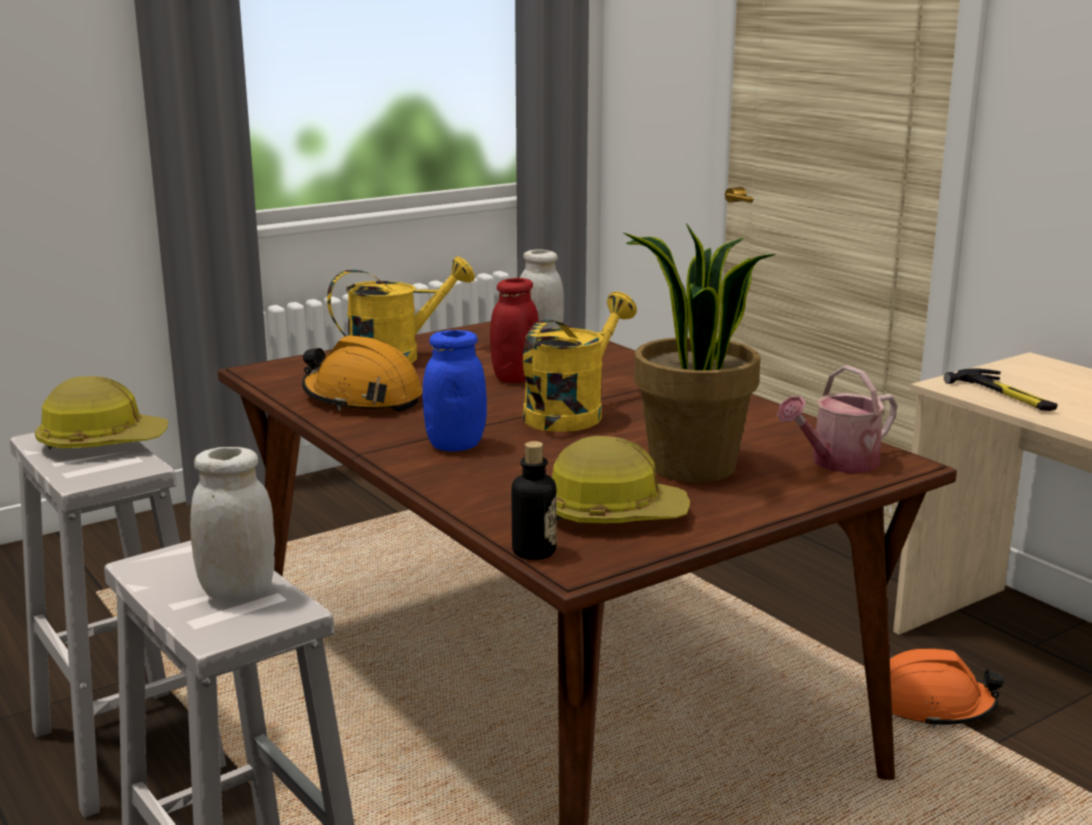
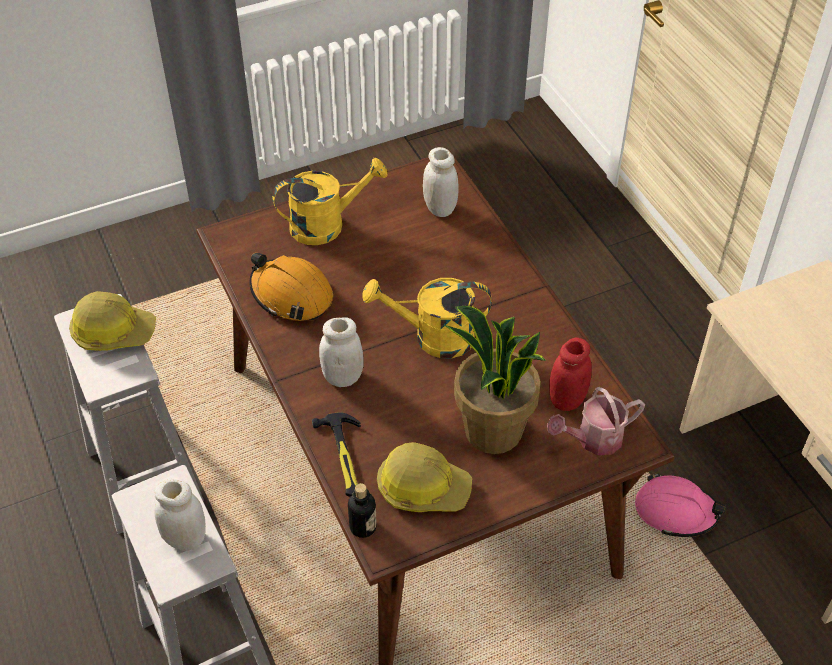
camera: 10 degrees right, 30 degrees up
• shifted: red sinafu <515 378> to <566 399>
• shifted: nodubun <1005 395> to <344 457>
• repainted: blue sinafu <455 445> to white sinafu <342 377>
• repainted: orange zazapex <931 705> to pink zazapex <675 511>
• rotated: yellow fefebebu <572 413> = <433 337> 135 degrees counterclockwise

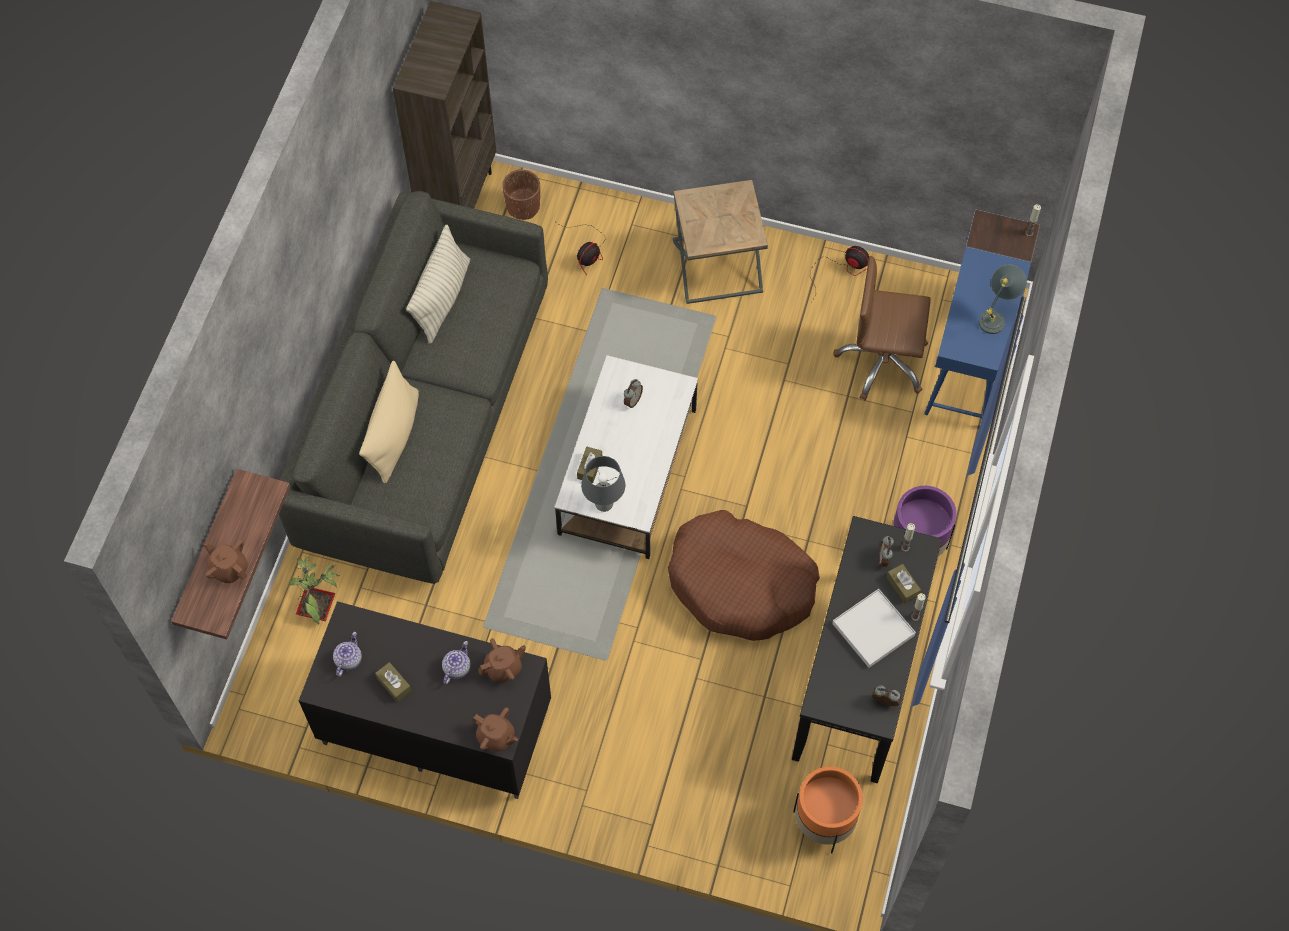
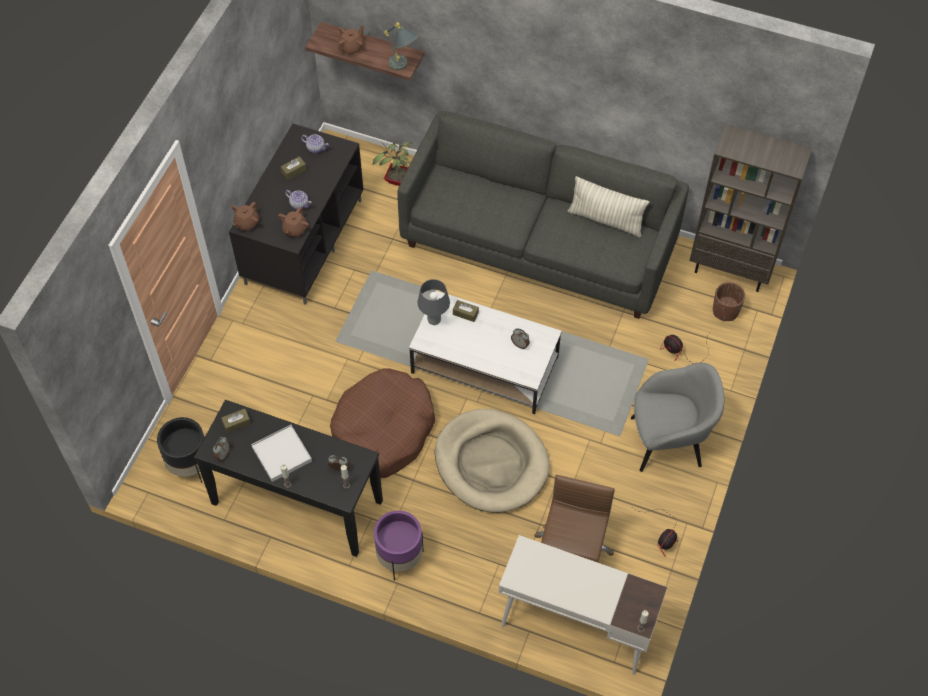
camera: 95 degrees right, 5 degrees down
• gone: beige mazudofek <394 435>
• new: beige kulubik <491 463>
• shifted: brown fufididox <902 586> to <236 423>
• shifted: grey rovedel <996 316> to <403 66>
• swapped: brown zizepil <717 266> to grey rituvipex <668 441>
• repainted: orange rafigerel <824 822> to black rafigerel <190 465>
• repainted: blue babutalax <971 354> to white babutalax <574 626>
• rotated: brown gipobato <503 668> = <295 230> 45 degrees clockwise

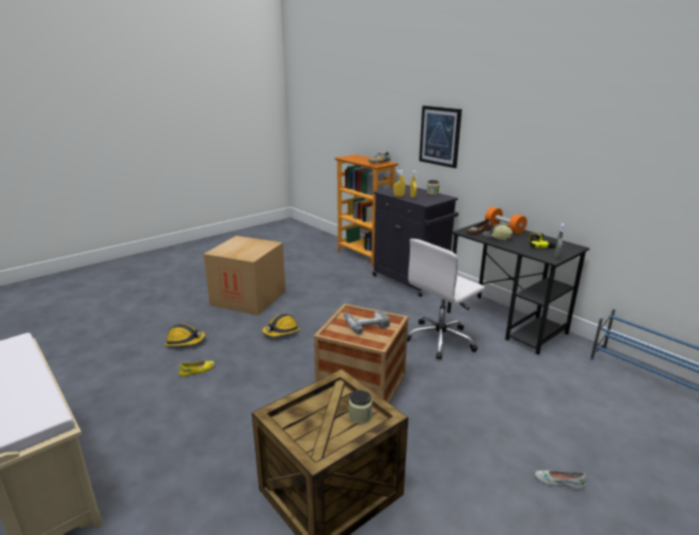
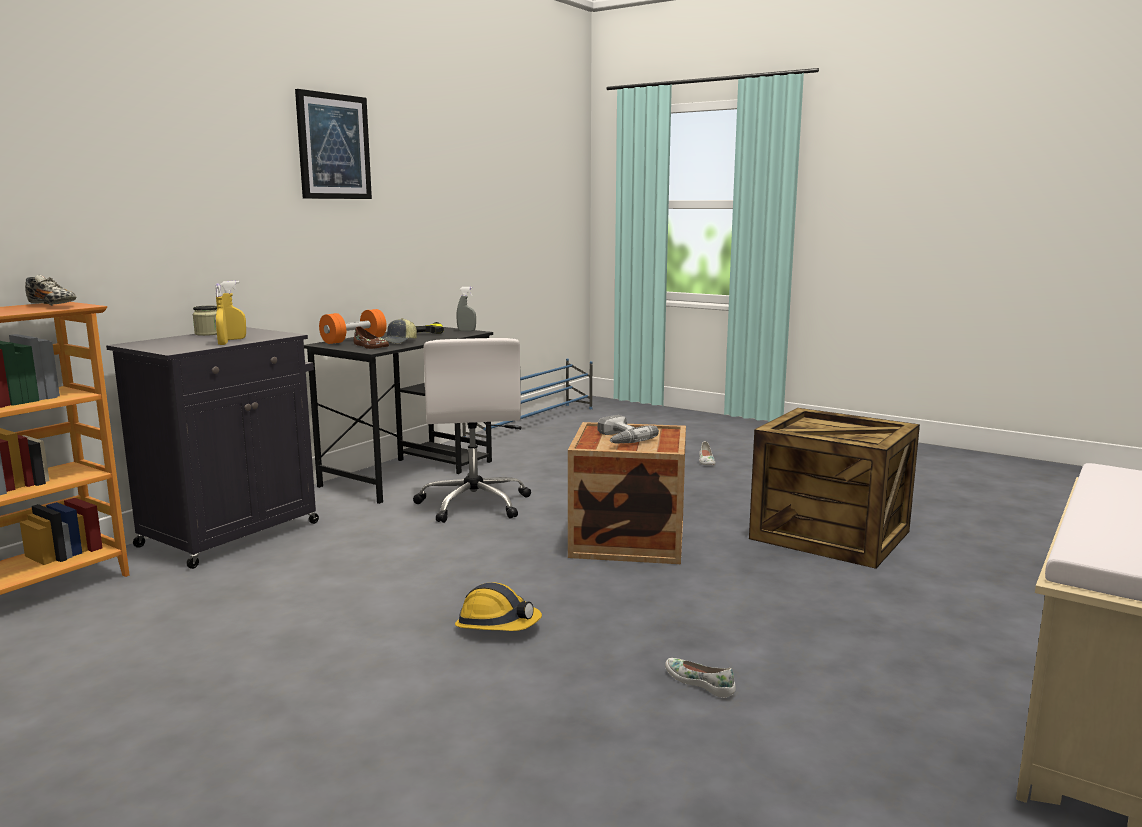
camera: 105 degrees left, 10 degrees down
• gone: zazapex <185 341>
• gone: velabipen <248 298>
• gone: sinafu <360 416>
• shifted: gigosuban <440 136> to <333 147>
• repainted: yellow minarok <197 370> to white minarok <700 682>
• rotated: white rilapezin <441 340> = <474 504> 45 degrees clockwise

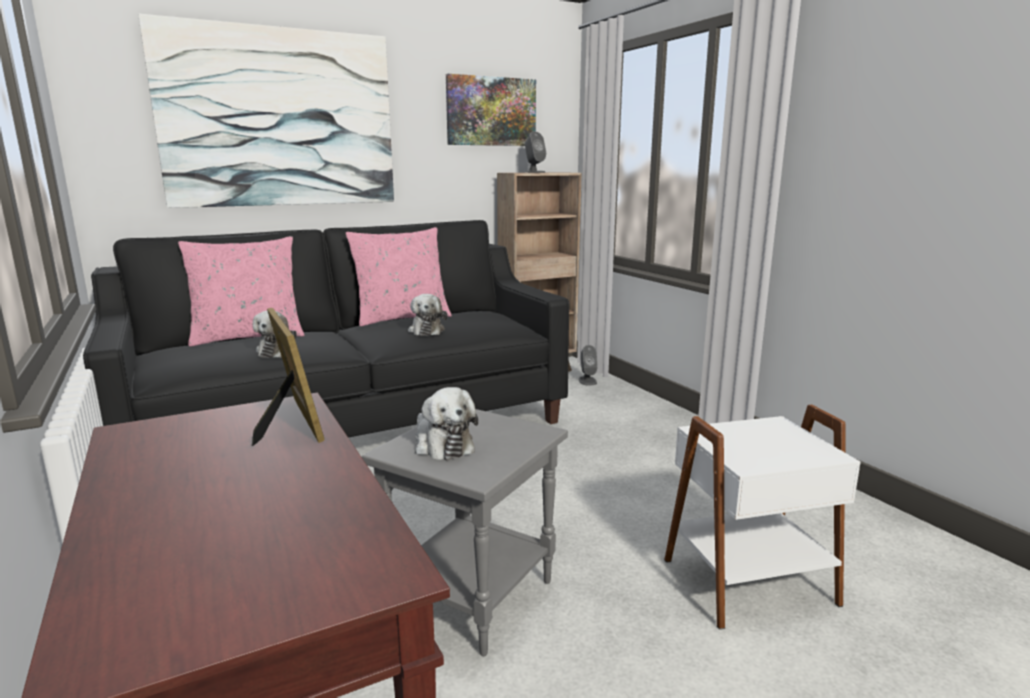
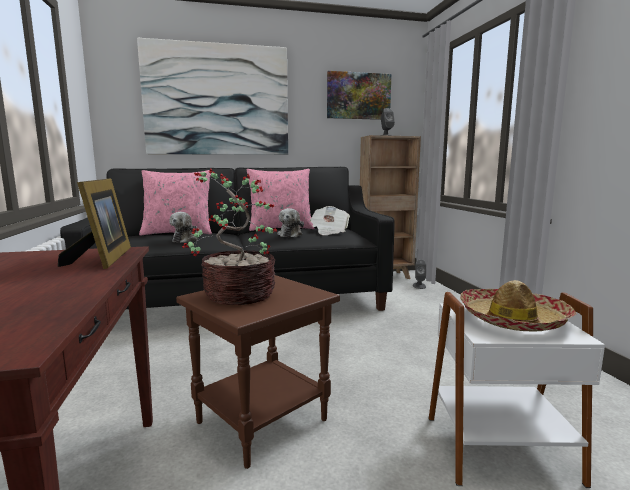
camera: 15 degrees right, 5 degrees down
• new: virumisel <329 232>
• new: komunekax <513 320>
• swapped: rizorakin <442 444> to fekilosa <237 295>
• repainted: grey zizepil <471 594> to brown zizepil <262 419>

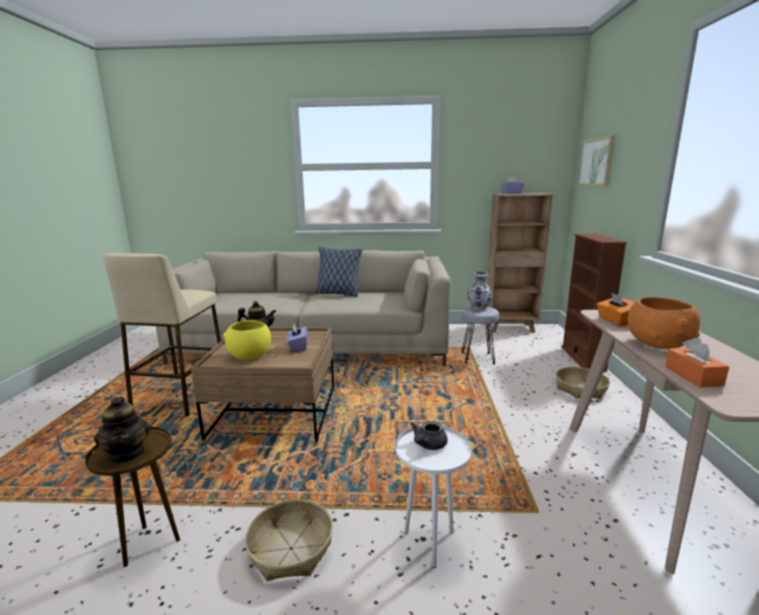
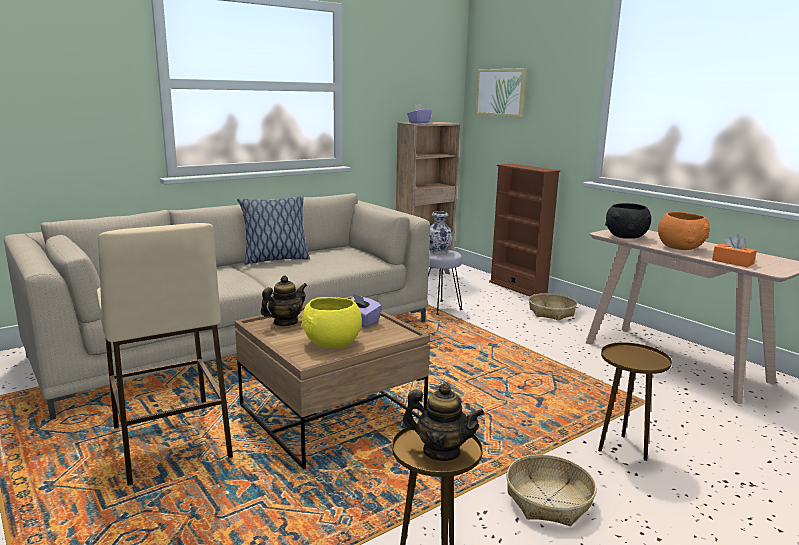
camera: 40 degrees left, 0 degrees up
• gone: grey gipobato <428 445>
• swapped: orange fufididox <615 321> to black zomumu <626 237>
• repainted: white zizepil <430 543> to brown zizepil <622 448>

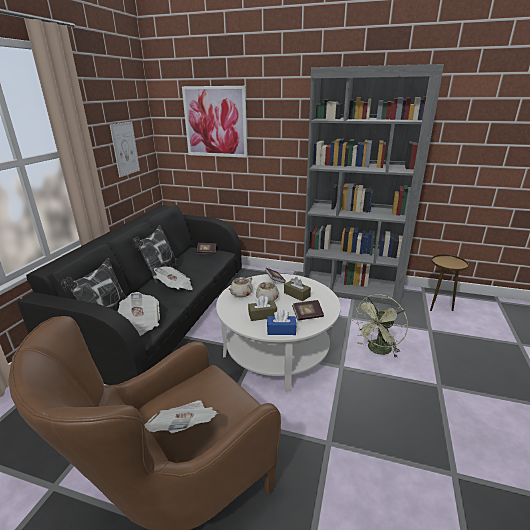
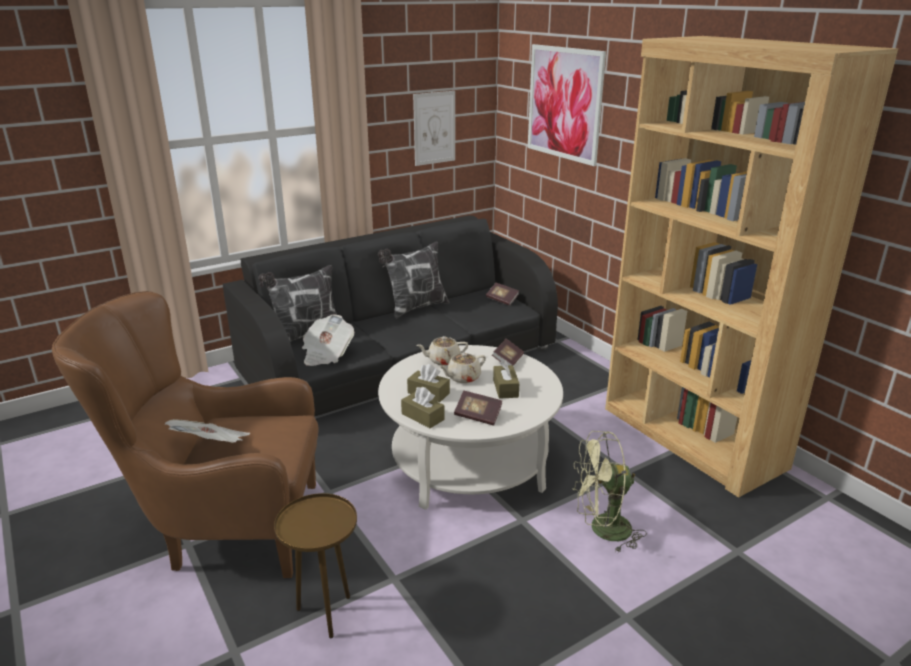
camera: 40 degrees right, 0 degrees up
• gone: virumisel <175 287>
• shifted: brown zizepil <439 307> to <326 614>
• repainted: blue fufididox <281 330> to brown fufididox <422 417>
• repainted: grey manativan <351 289> to brown manativan <691 438>

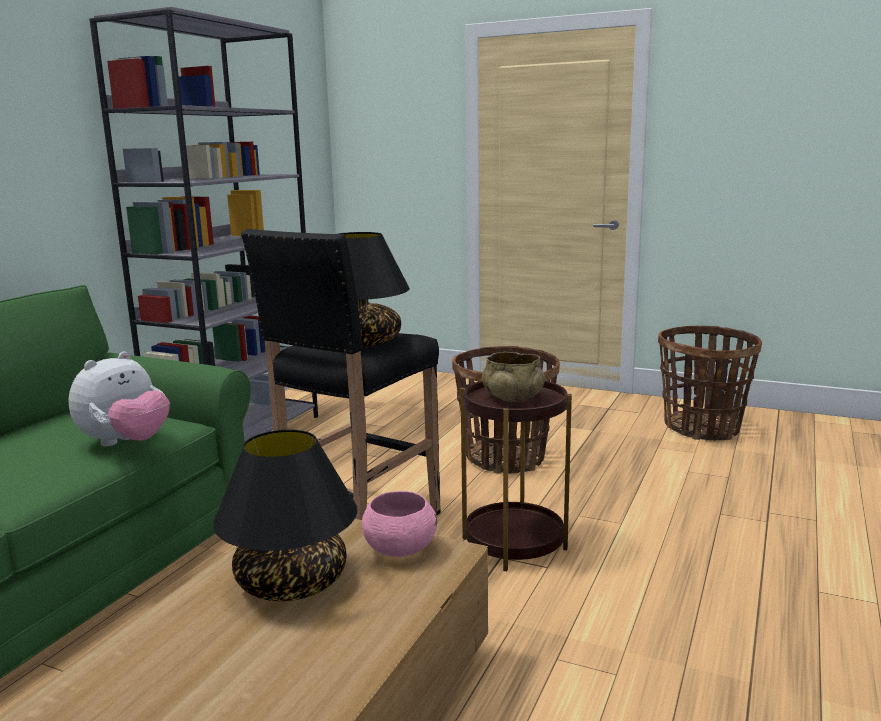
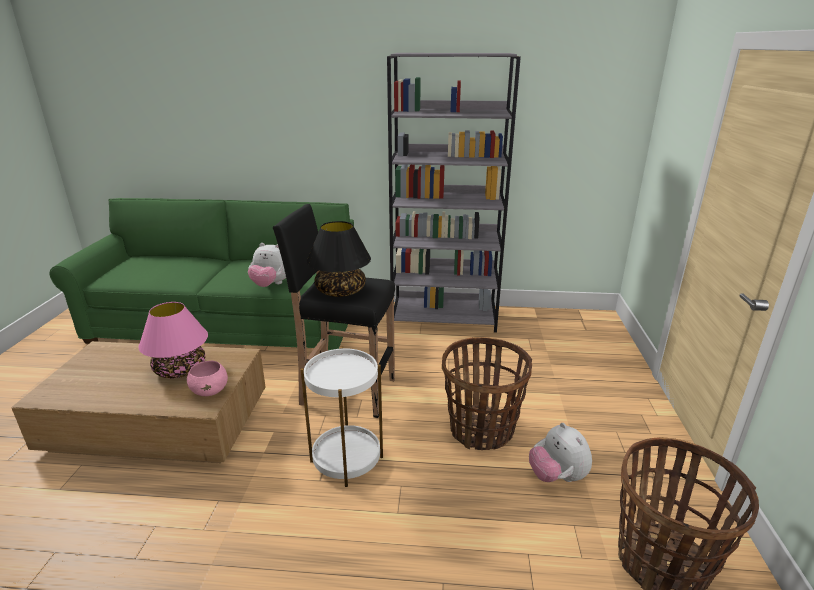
camera: 70 degrees right, 10 degrees up
• gone: beige zomumu <512 397>
• new: rizorakin <557 476>
• repainted: black rovedel <290 583> to pink rovedel <180 369>
• repainted: brown zizepil <514 543> to white zizepil <347 459>

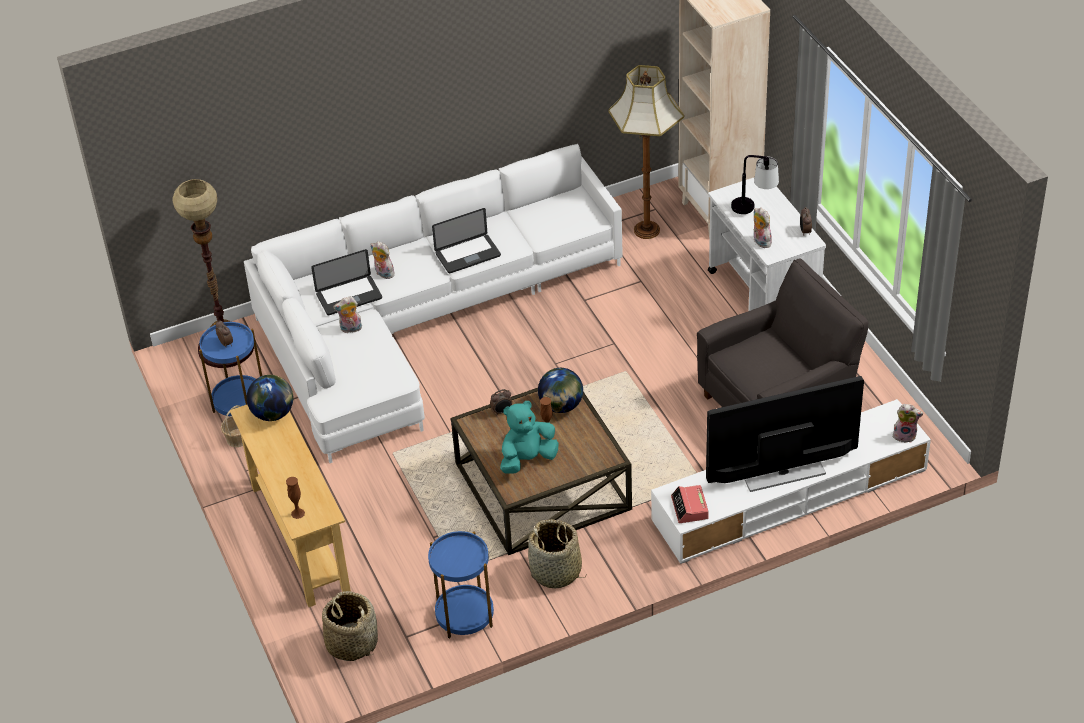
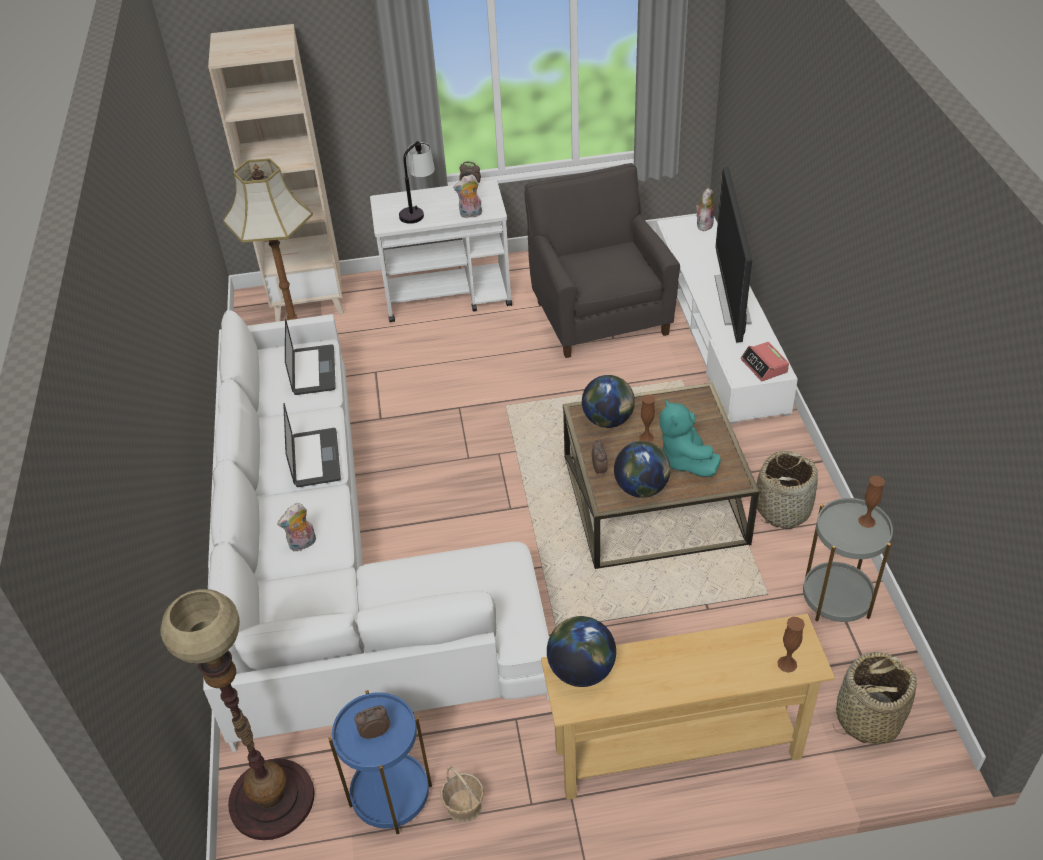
camera: 75 degrees left, 0 degrees up
• gone: rizorakin <350 329>
• new: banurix <641 488>
• new: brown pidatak <866 521>
• shifted: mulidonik <349 296> to <313 371>
• repainted: blue zizepil <464 615> to grey zizepil <837 598>
• rotated: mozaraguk <690 508> = <764 366> 60 degrees clockwise

